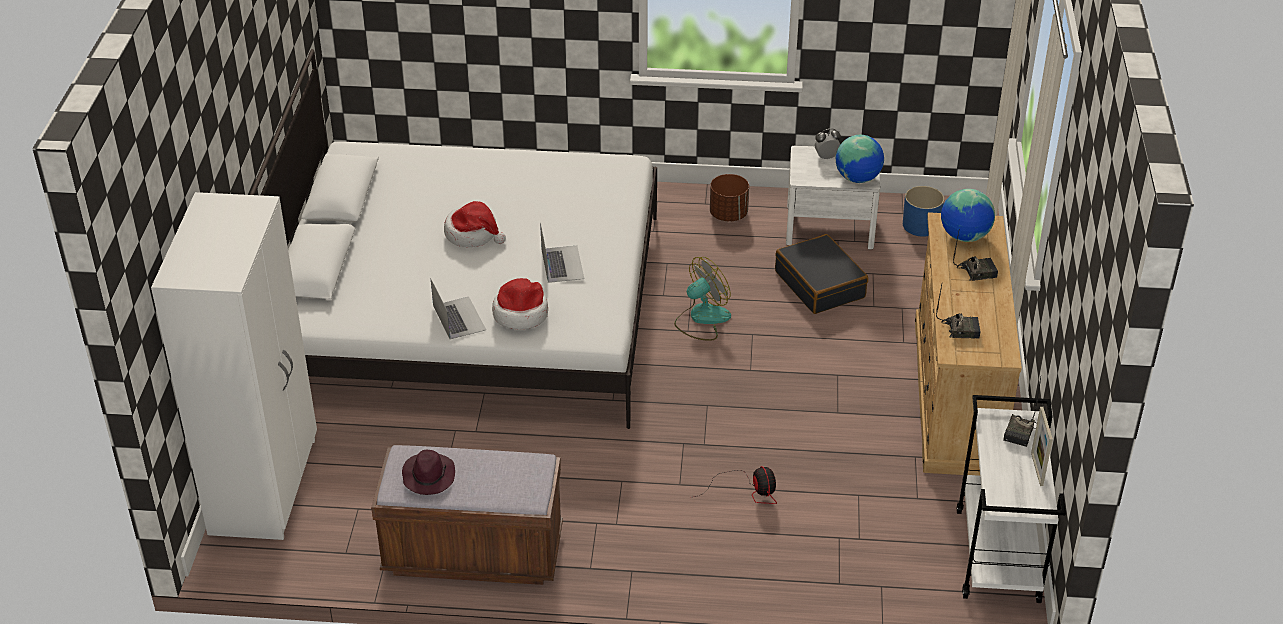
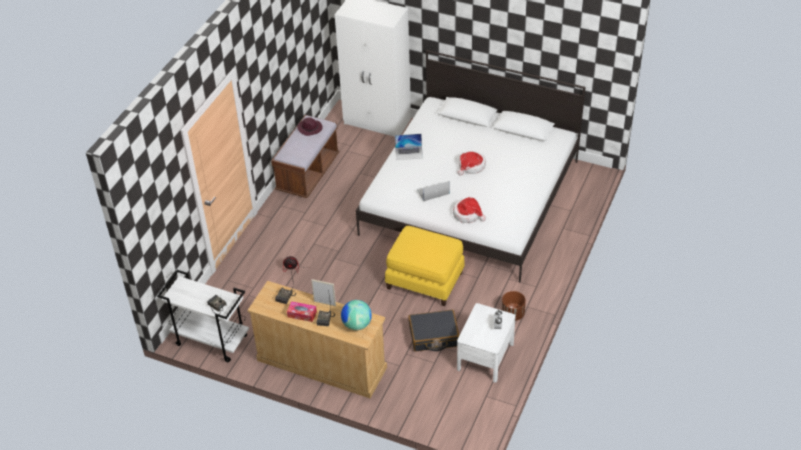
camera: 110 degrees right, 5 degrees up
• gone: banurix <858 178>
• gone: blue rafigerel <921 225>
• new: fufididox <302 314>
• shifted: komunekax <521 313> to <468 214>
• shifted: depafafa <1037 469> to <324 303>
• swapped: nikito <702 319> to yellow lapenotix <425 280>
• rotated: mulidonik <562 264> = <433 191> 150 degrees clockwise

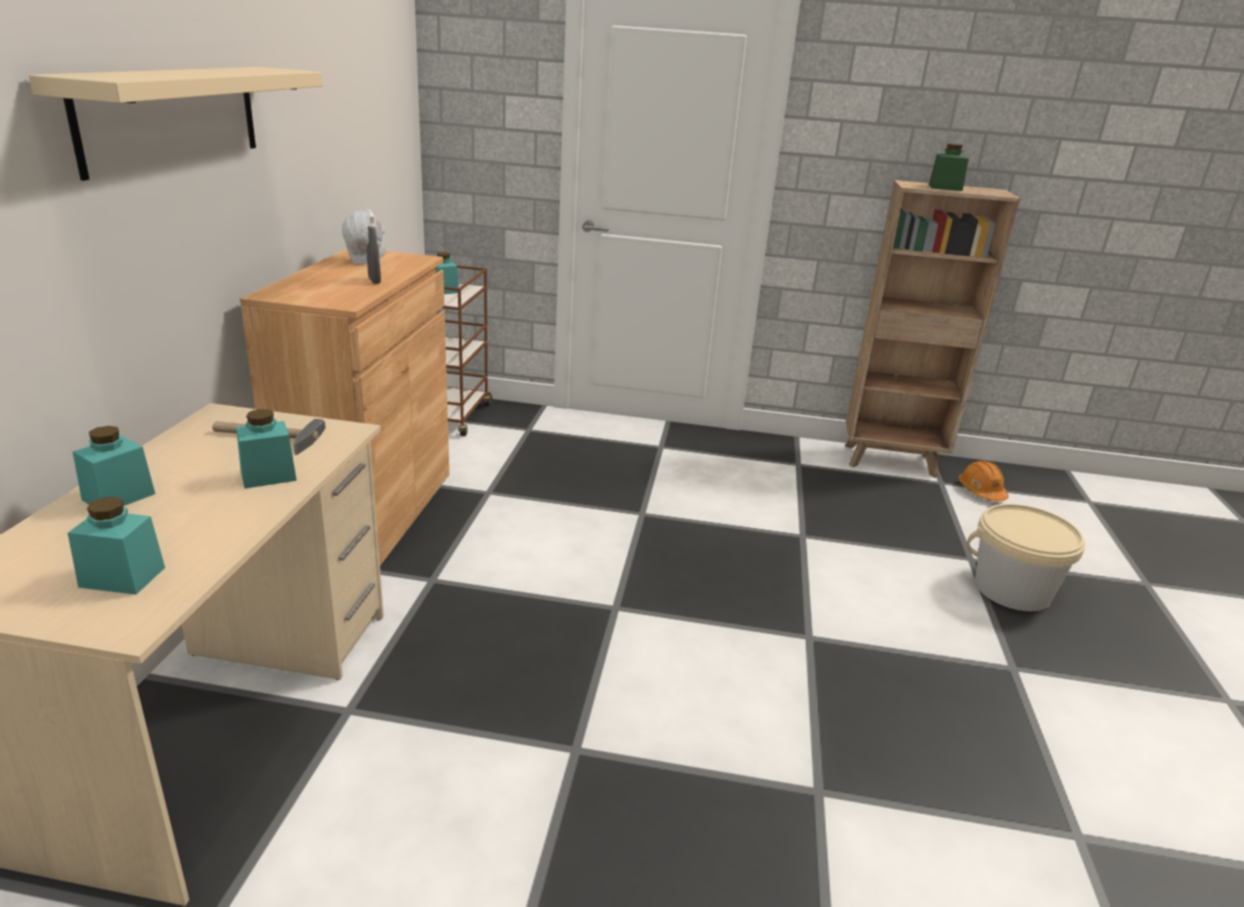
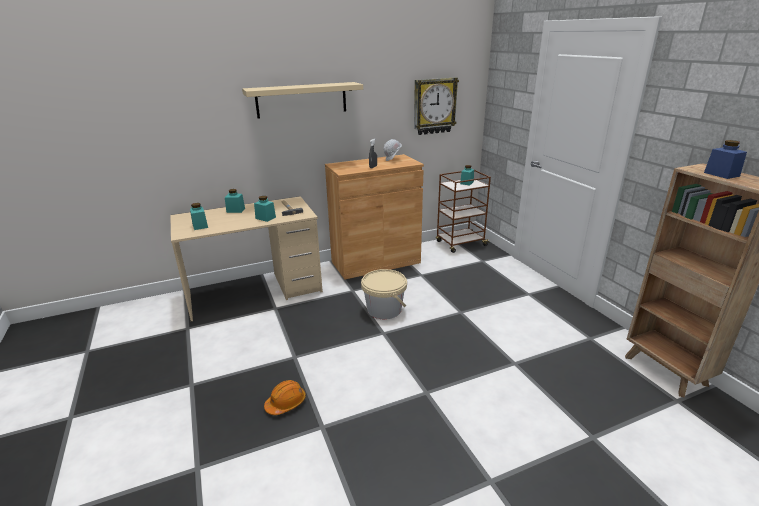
camera: 60 degrees right, 0 degrees up
• new: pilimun <434 106>
• shifted: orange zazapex <981 491> to <286 403>
• shifted: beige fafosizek <1012 589> to <384 309>
• repainted: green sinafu <945 188> to blue sinafu <721 174>

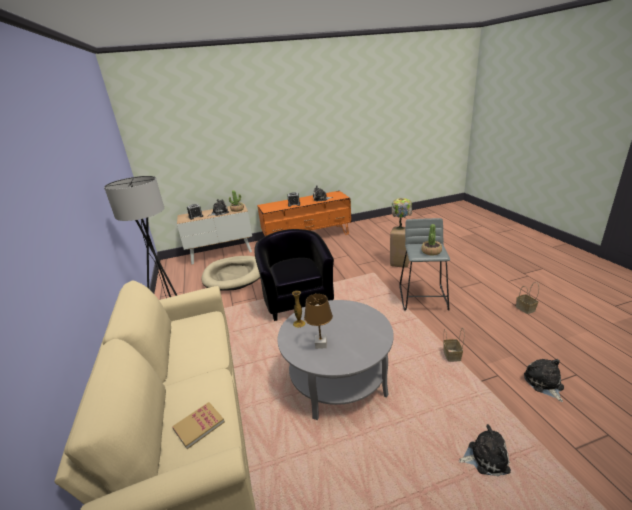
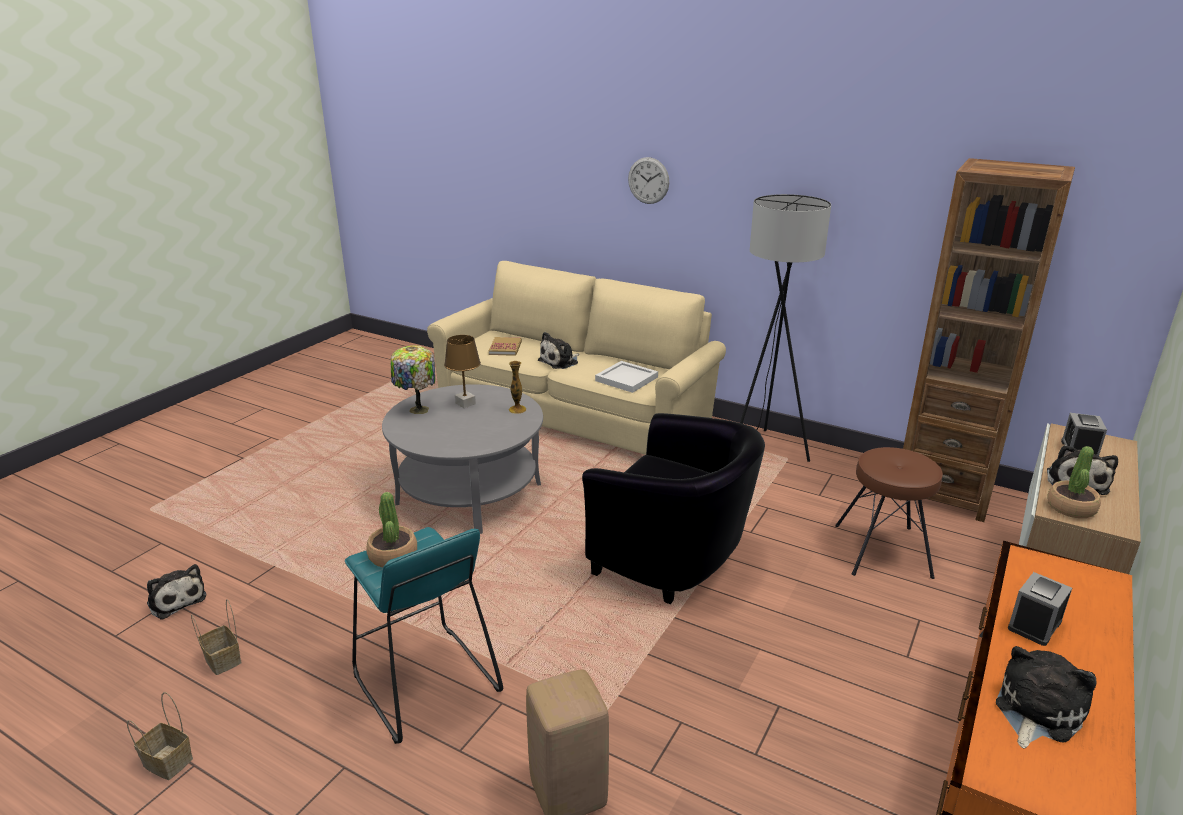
camera: 135 degrees right, 0 degrees up
• new: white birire <627 379>
• new: pilimun <648 180>
• new: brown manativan <943 493>
• shifted: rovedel <401 228> to <417 410>
• shifted: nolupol <451 355> to <224 660>
• shifted: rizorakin <485 457> to <560 361>
• swapped: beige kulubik <234 275> to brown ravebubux <883 550>
• repainted: grey ravebubux <423 298> to turquoise ravebubux <425 683>

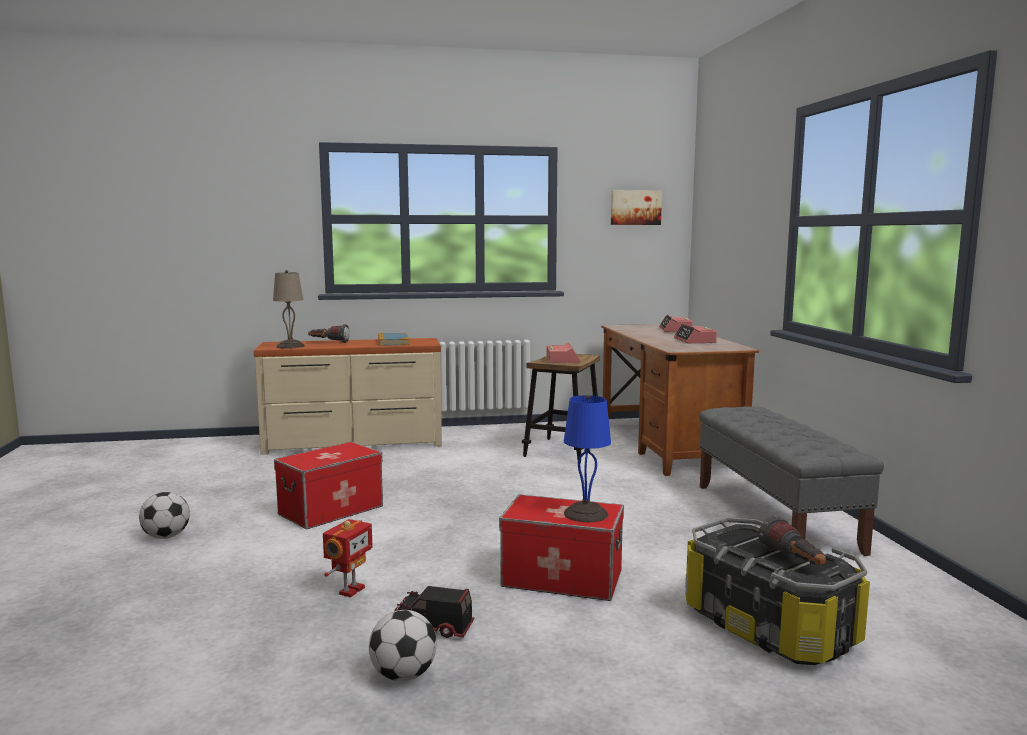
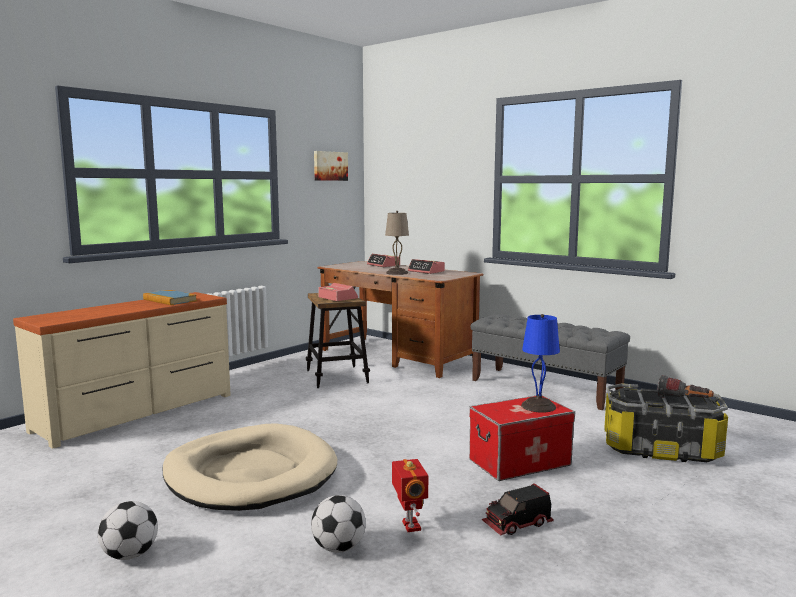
camera: 40 degrees left, 0 degrees up
• gone: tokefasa <328 342>
• shifted: beige rovedel <290 346> to <397 273>
• shifted: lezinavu <403 675> to <339 548>
• swapped: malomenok <331 510> to beige kulubik <250 474>

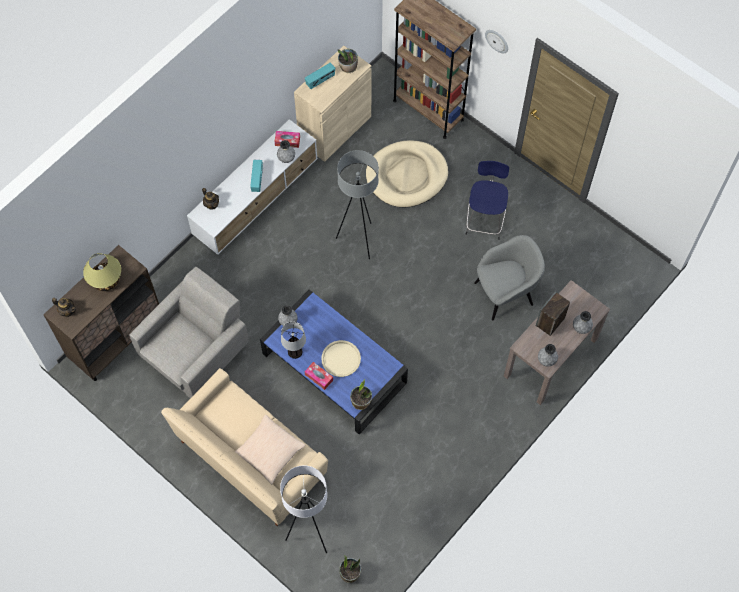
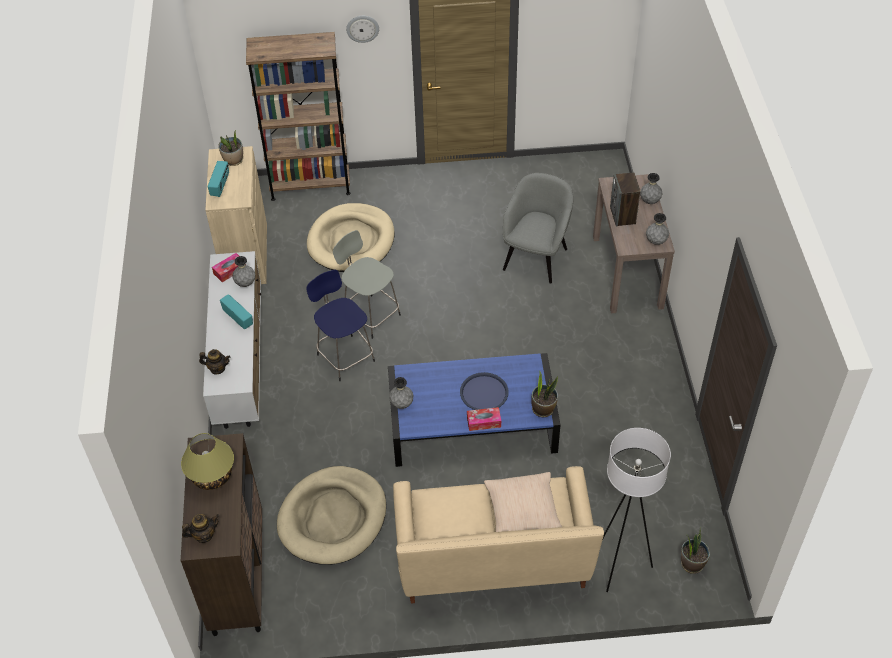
camera: 45 degrees left, 15 degrees down
• gone: rovedel <295 352>
• shifted: blue ravebubux <485 220> to <344 356>
• swapped: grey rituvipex <197 352> to beige kulubik <333 518>
• swapped: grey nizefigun <359 240> to grey ravebubux <370 315>
• repainted: beige birire <341 359> to blue birire <484 393>

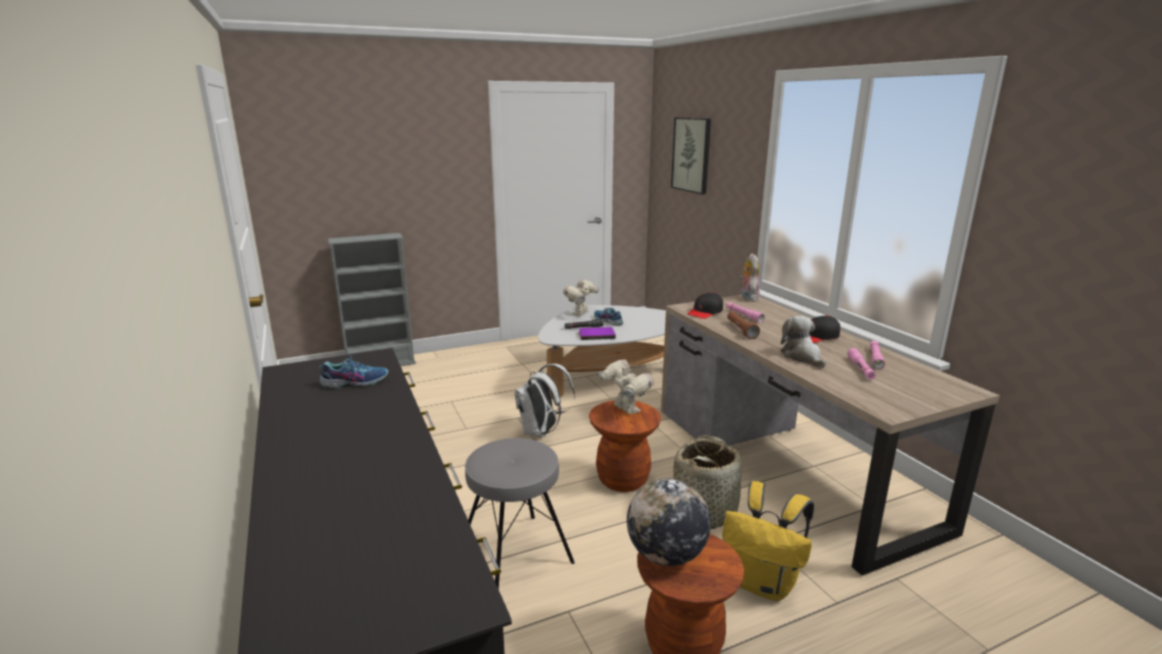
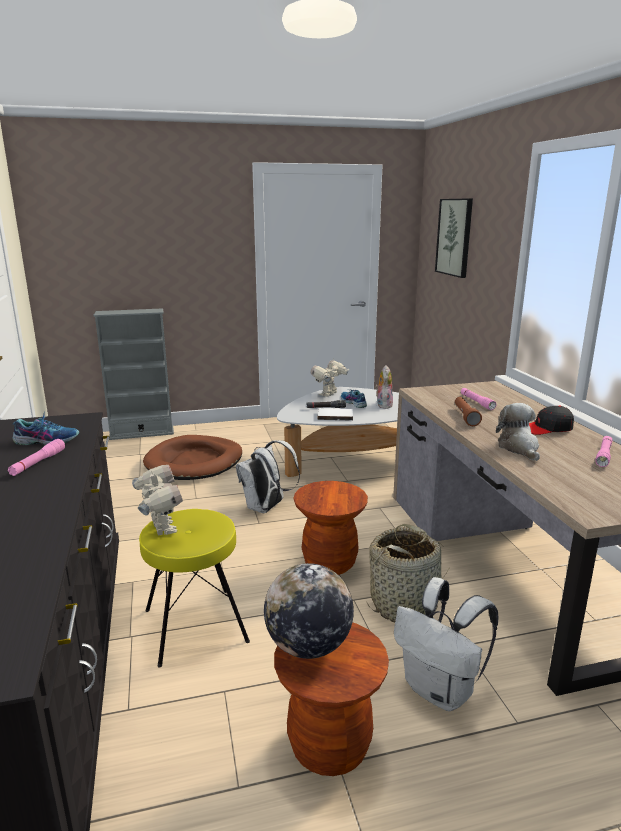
camera: 10 degrees right, 0 degrees up
• gone: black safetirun <705 312>
• new: brown kulubik <194 462>
• shifted: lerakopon <625 409> to <161 528>
• shifted: rizorakin <747 298> to <383 405>
• shifted: pink tokefasa <860 369> to <38 463>
• repainted: grey ravebubux <515 553> to yellow ravebubux <194 625>
• repainted: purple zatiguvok <596 335> to white zatiguvok <335 415>
• repainted: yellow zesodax <763 584> to white zesodax <440 690>

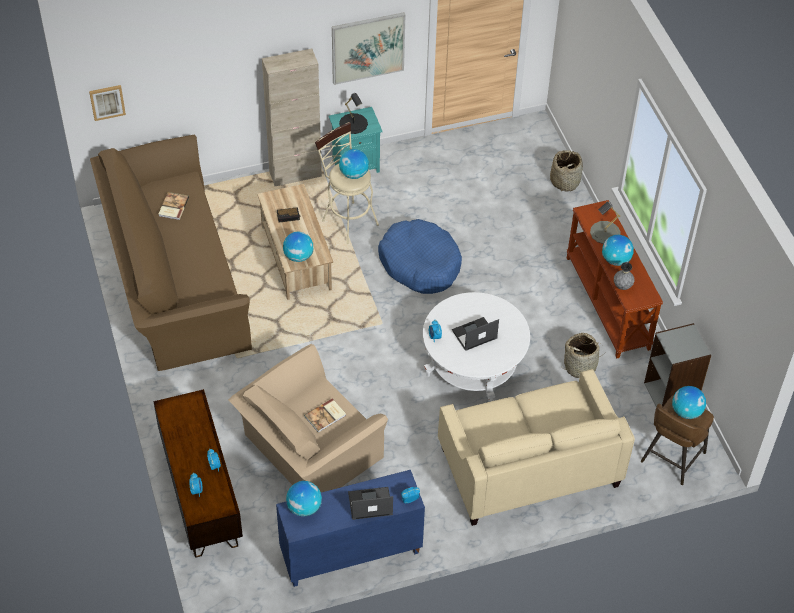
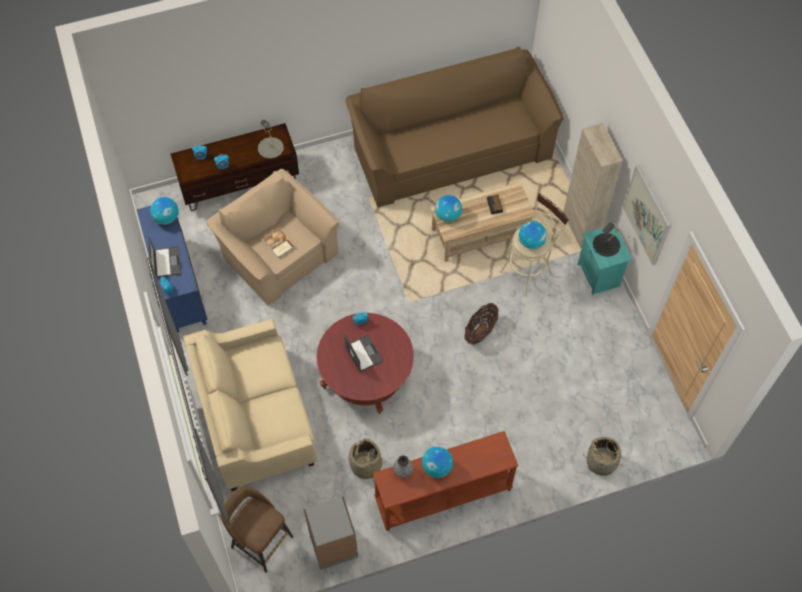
camera: 90 degrees right, 10 degrees up
• gone: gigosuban <107 102>
• gone: zatiguvok <173 207>
• gone: banurix <686 412>
• shifted: grey rovedel <605 232> to <270 148>
• swapped: blue kulubik <420 264> to nolupol <480 331>
• repainted: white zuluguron <473 364> to red zuluguron <366 374>

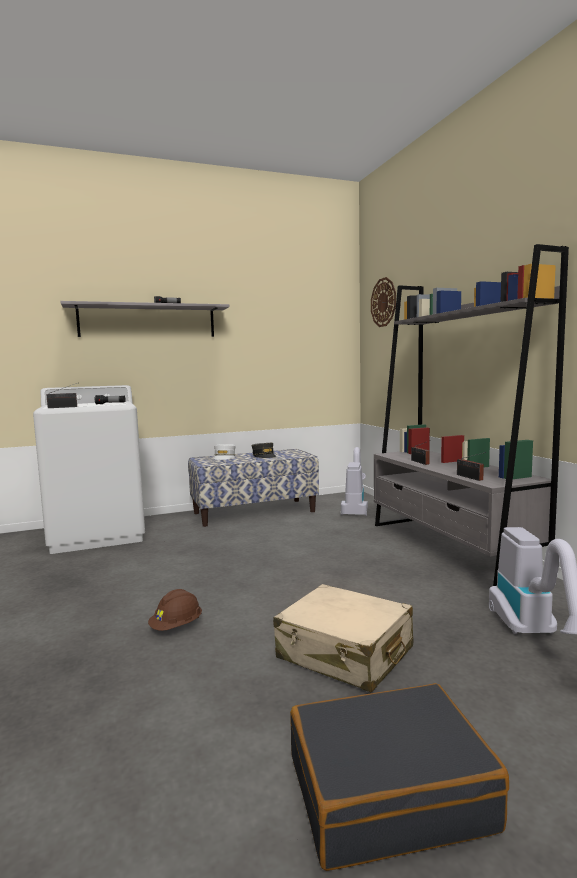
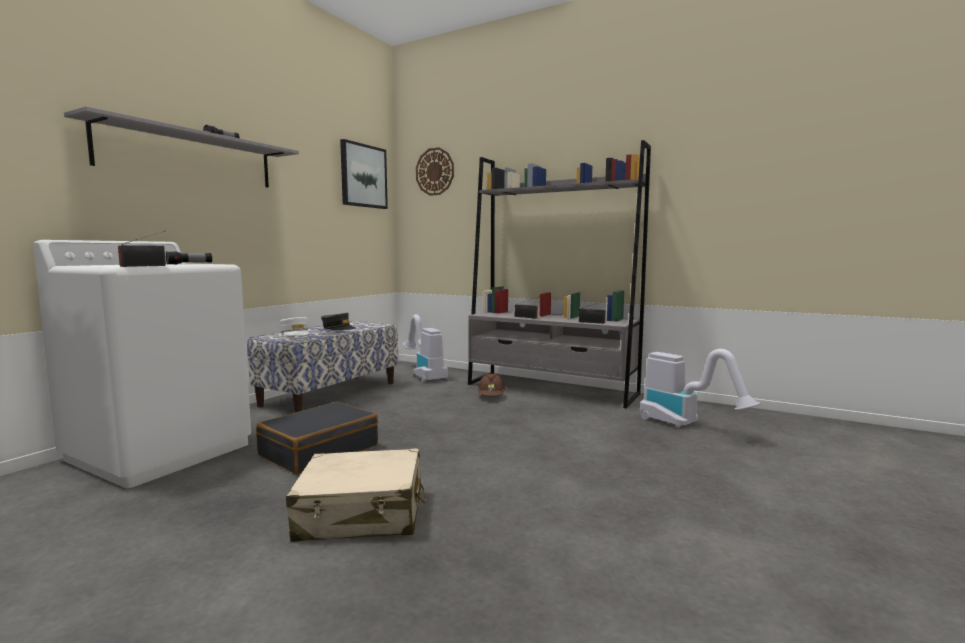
camera: 40 degrees left, 0 degrees up
• new: gigosuban <363 176>
• shifted: brown zazapex <176 627> to <491 397>
• shifted: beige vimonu <345 653> to <361 514>
• shifted: black vimonu <388 791> to <319 450>

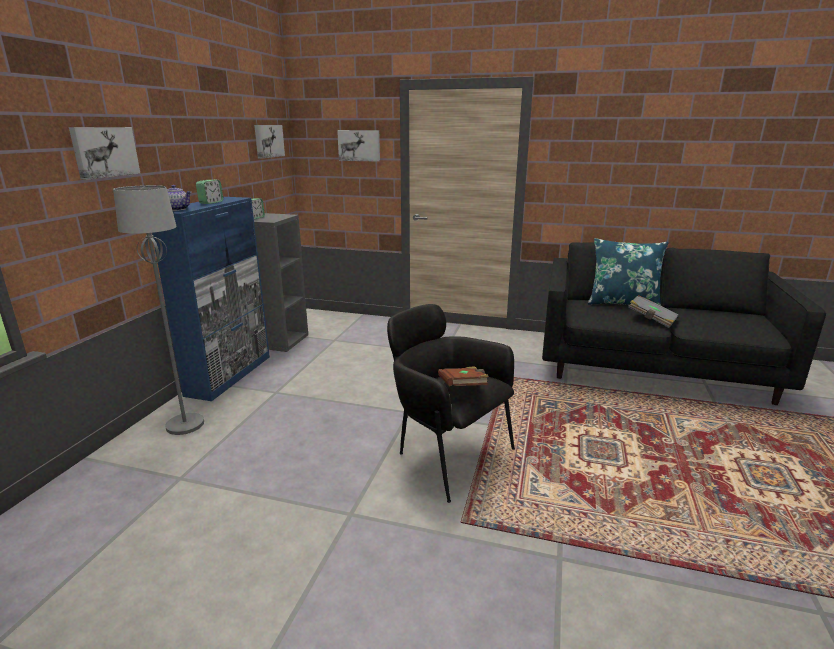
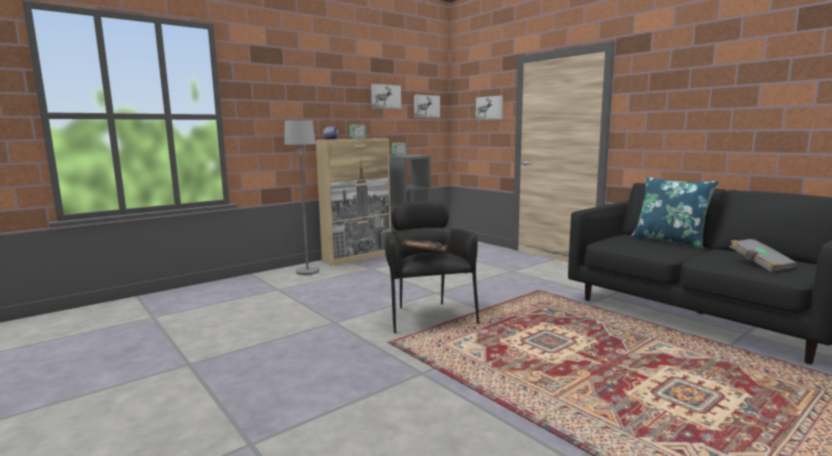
camera: 35 degrees right, 10 degrees down
• shifted: gigosuban <104 152> to <385 96>
• shifted: grey zatiguvok <651 320> to <759 264>
• repainted: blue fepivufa <230 375> to beige fepivufa <358 257>

